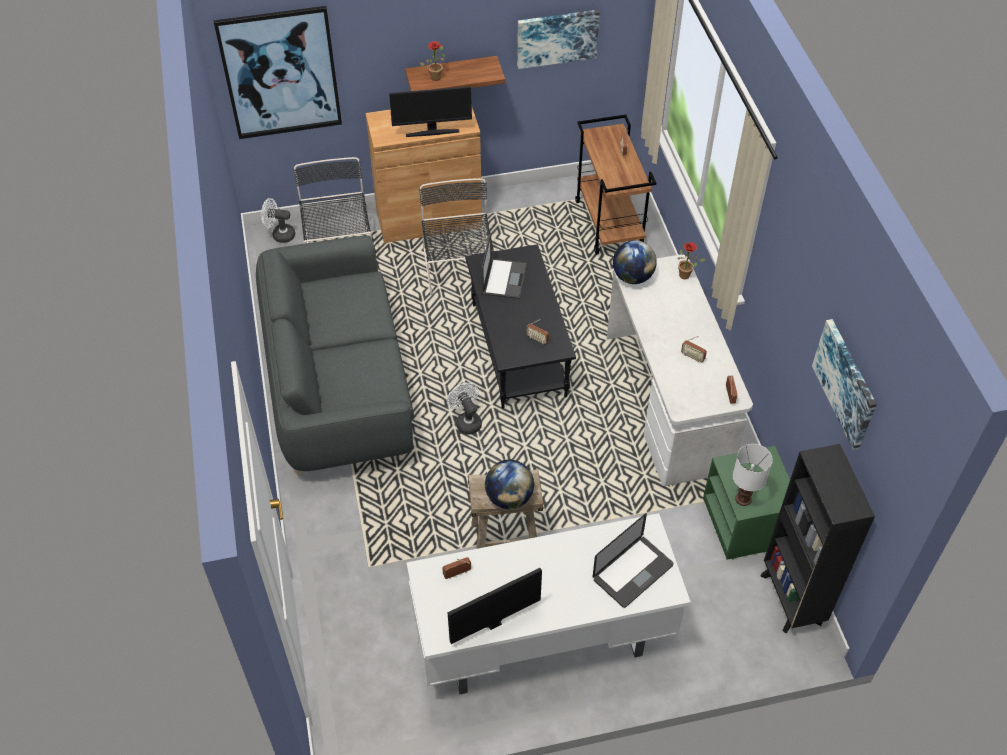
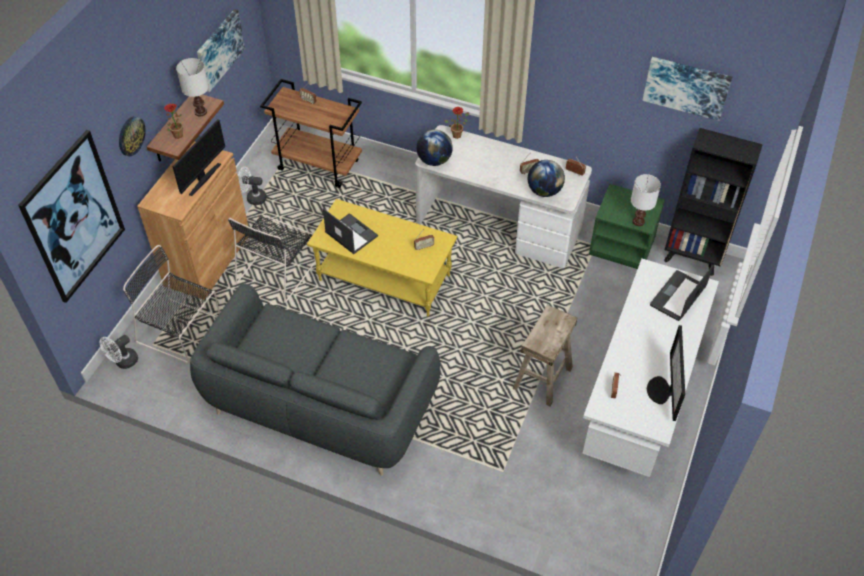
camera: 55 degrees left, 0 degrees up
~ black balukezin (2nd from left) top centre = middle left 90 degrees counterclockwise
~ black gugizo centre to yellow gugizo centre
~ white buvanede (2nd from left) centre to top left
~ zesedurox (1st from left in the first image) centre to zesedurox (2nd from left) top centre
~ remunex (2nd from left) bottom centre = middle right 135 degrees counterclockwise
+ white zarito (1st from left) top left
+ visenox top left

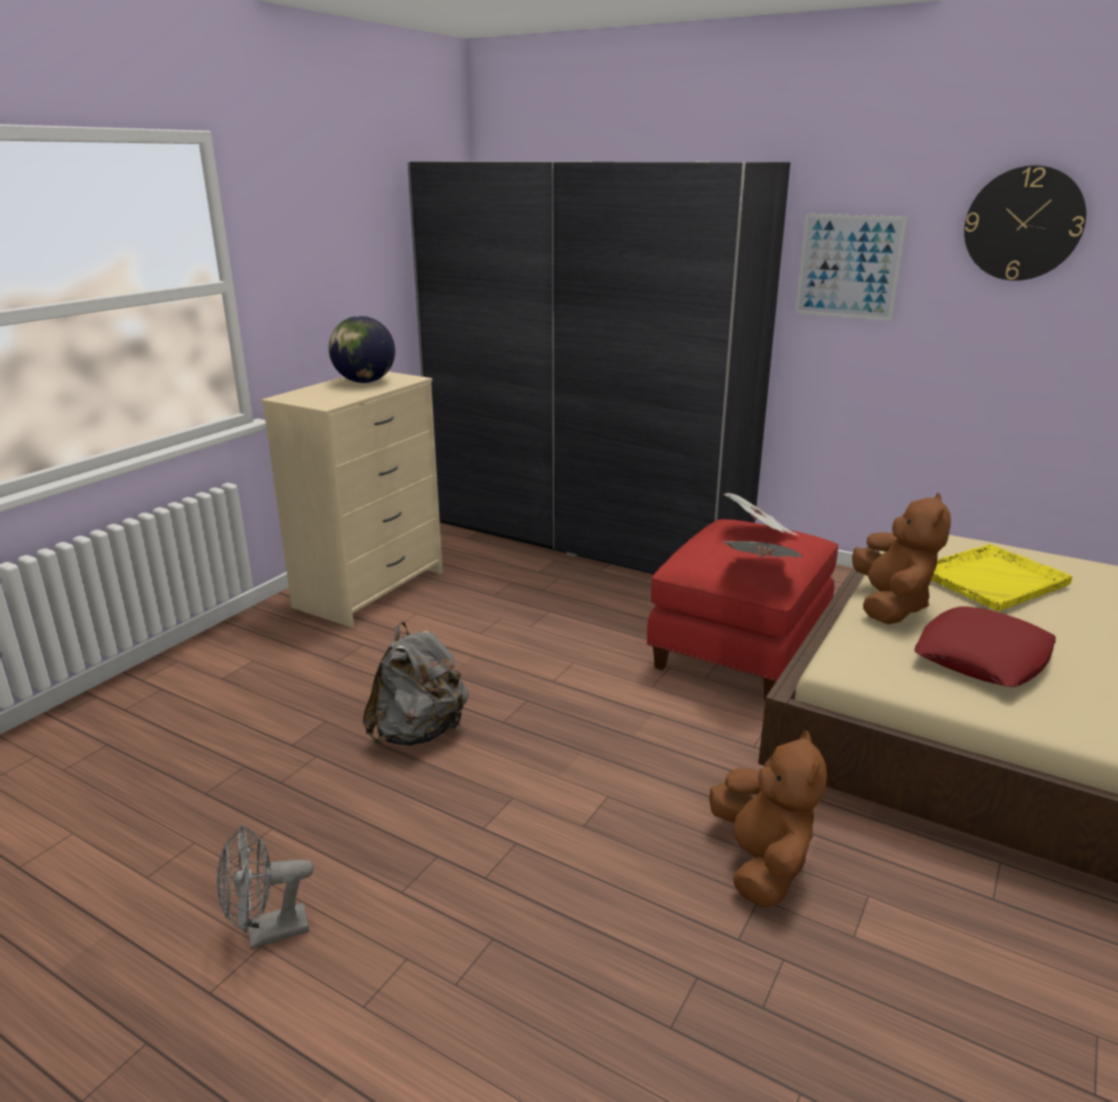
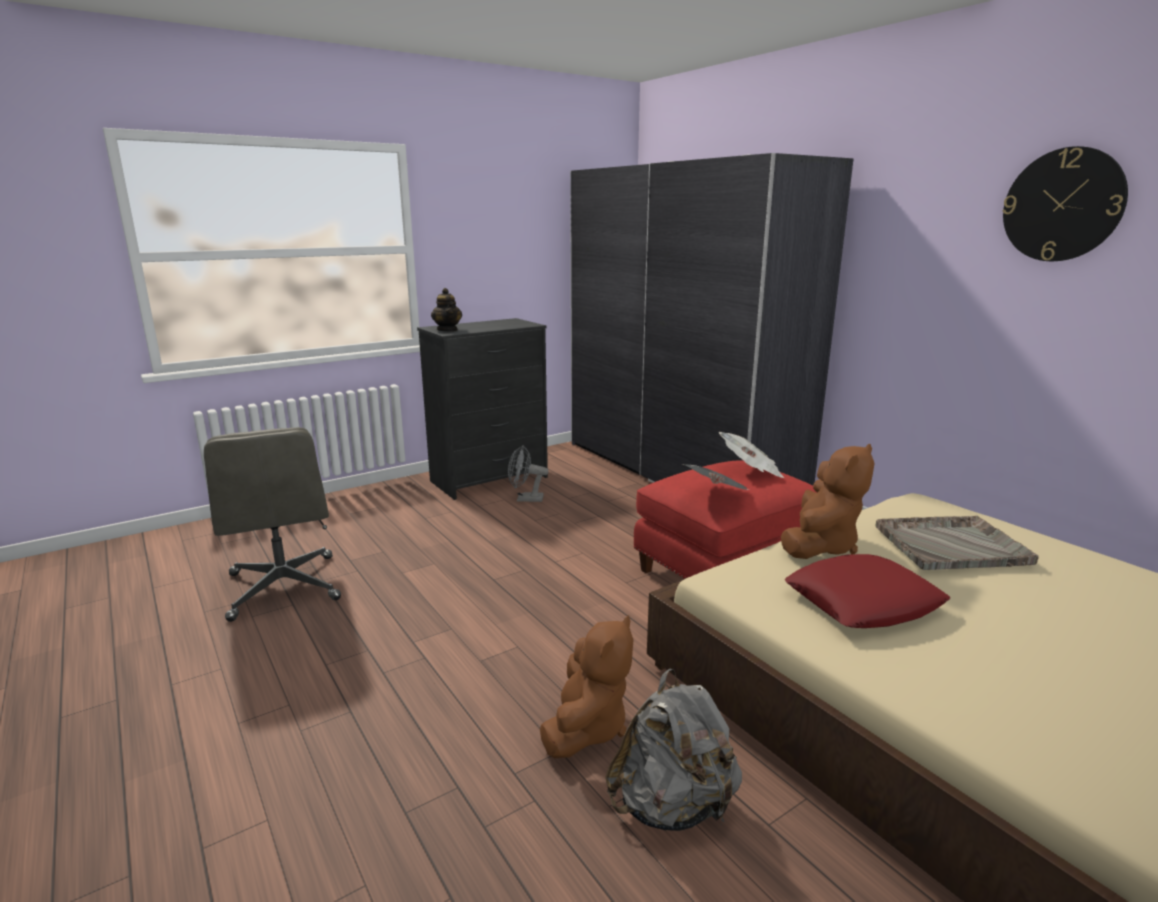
camera: 25 degrees right, 5 degrees down
- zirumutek top right
- zesedurox top left
~ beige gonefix middle left to black gonefix centre
~ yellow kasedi middle right to grey kasedi middle right
~ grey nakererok centre to bottom centre
~ grey buvanede bottom left to centre
+ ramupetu centre
+ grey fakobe middle left

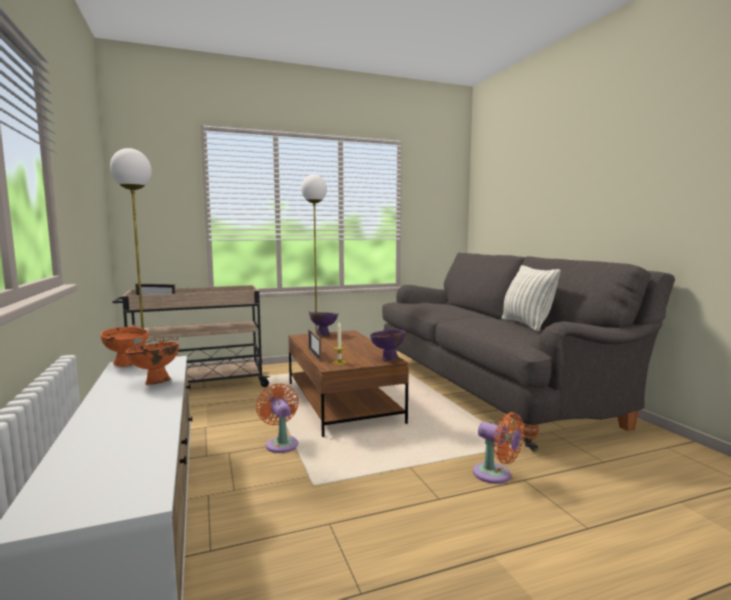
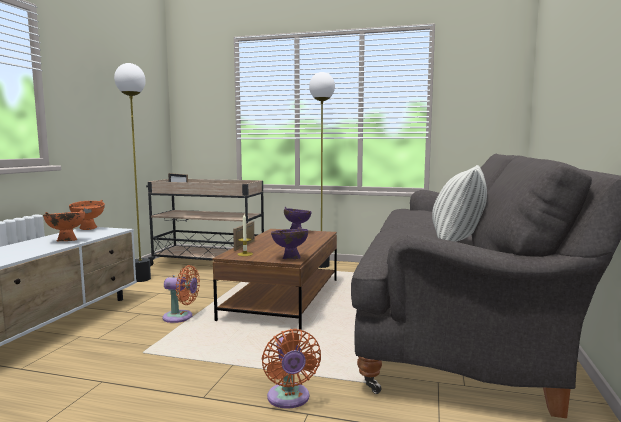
camera: 35 degrees right, 0 degrees up
~ orange buvanede (1st from left) bottom centre = bottom left 90 degrees clockwise

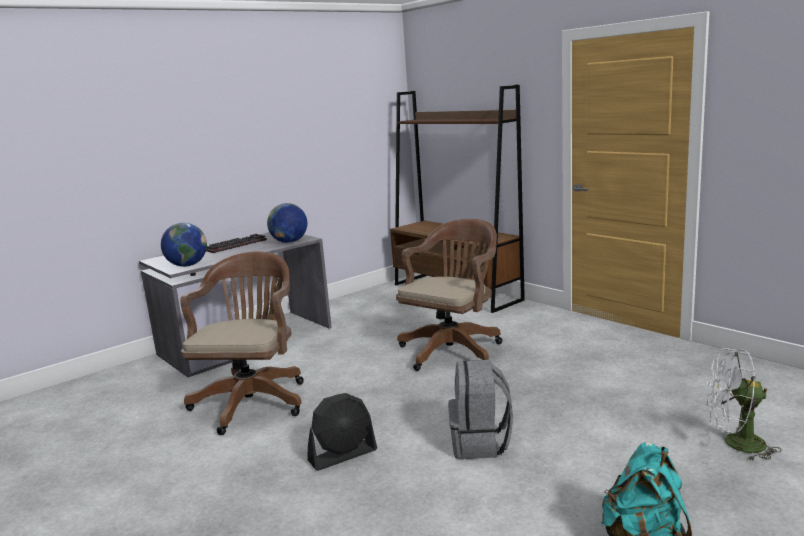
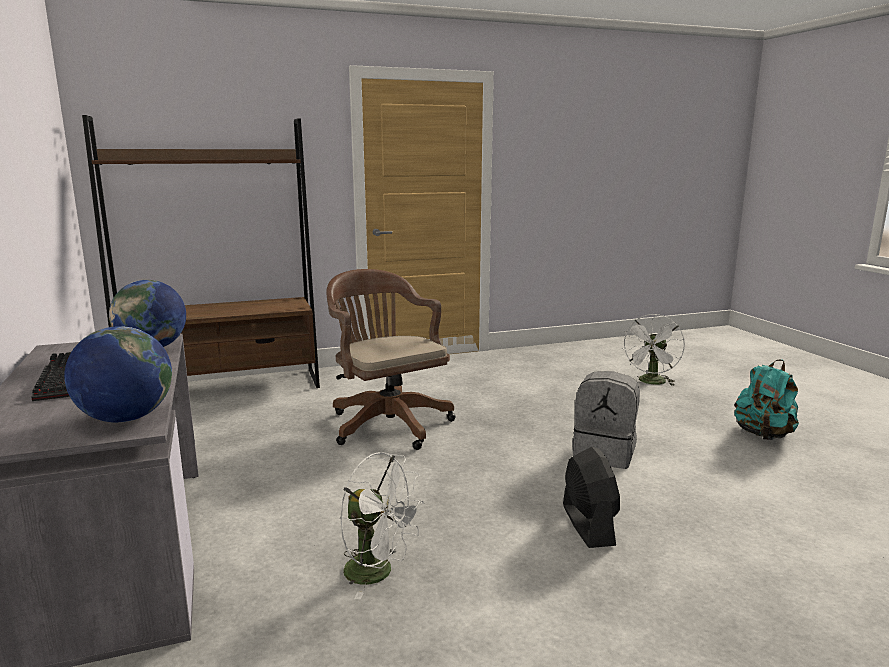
camera: 70 degrees left, 0 degrees up
~ brown fakobe (1st from left) middle left to white buvanede (1st from left) bottom centre

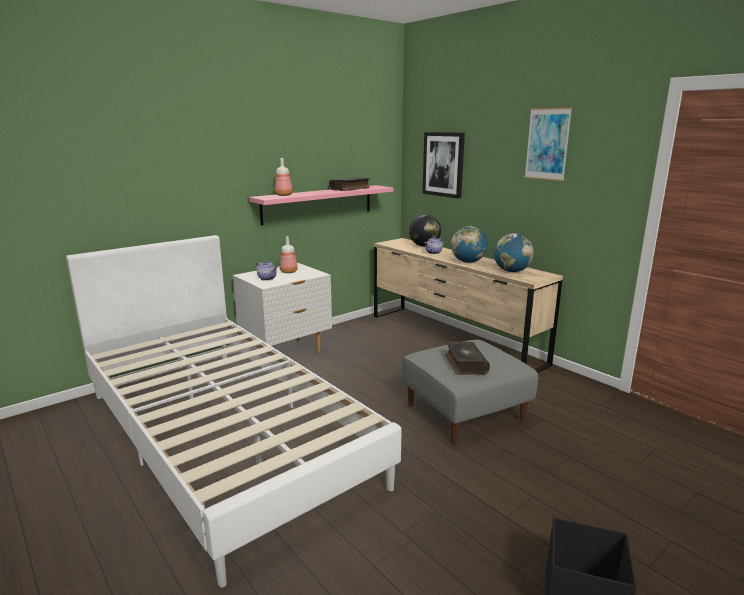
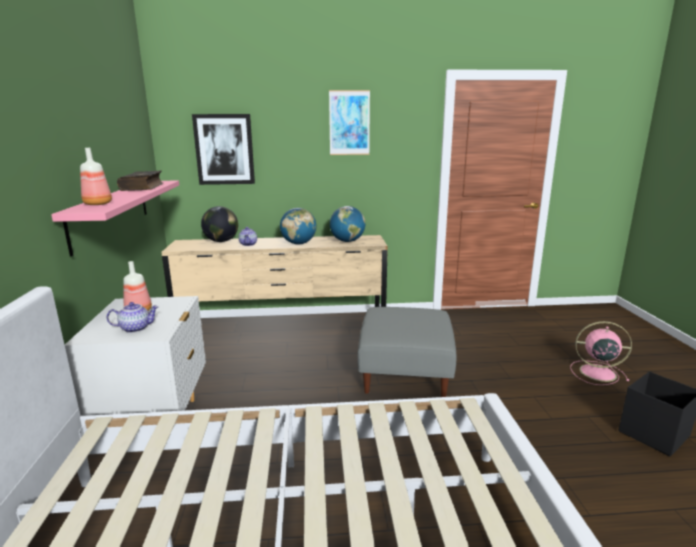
camera: 55 degrees left, 0 degrees up
- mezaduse (2nd from left) centre
+ pink buvanede middle right

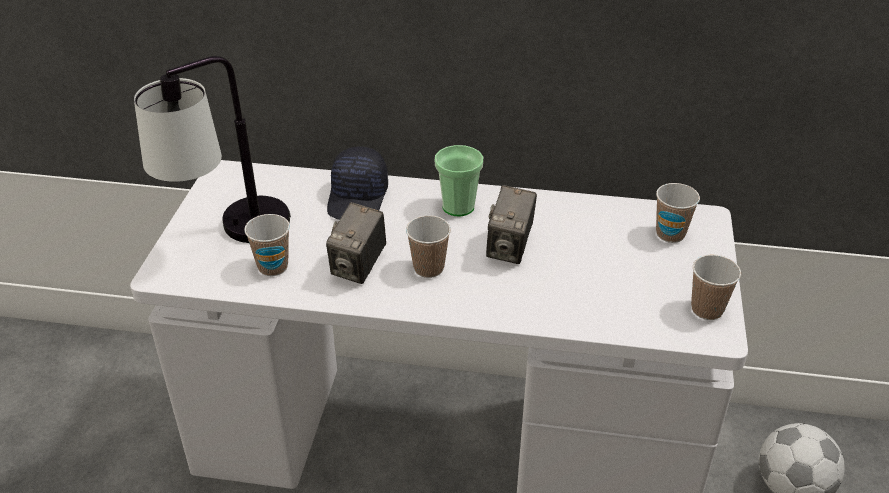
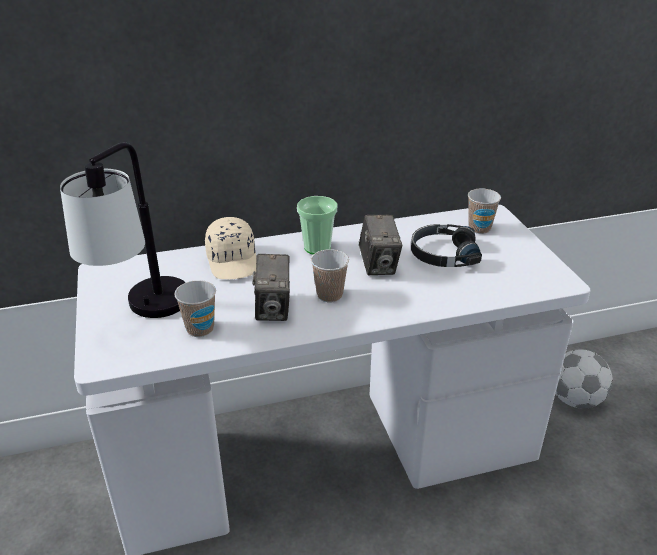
camera: 25 degrees left, 5 degrees down
~ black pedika centre to beige pedika centre
- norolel (5th from left) middle right
+ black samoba middle right

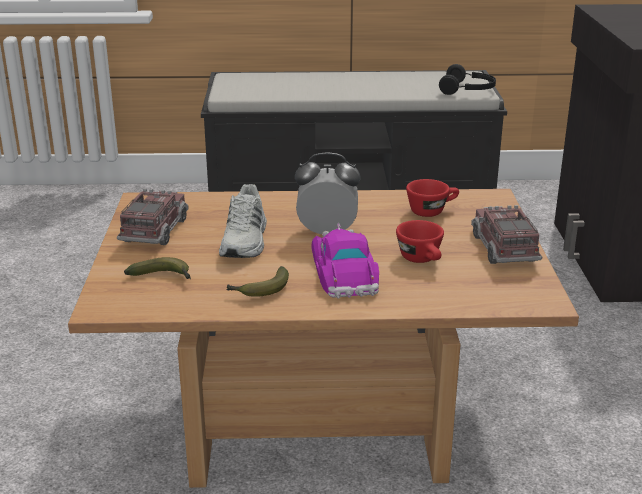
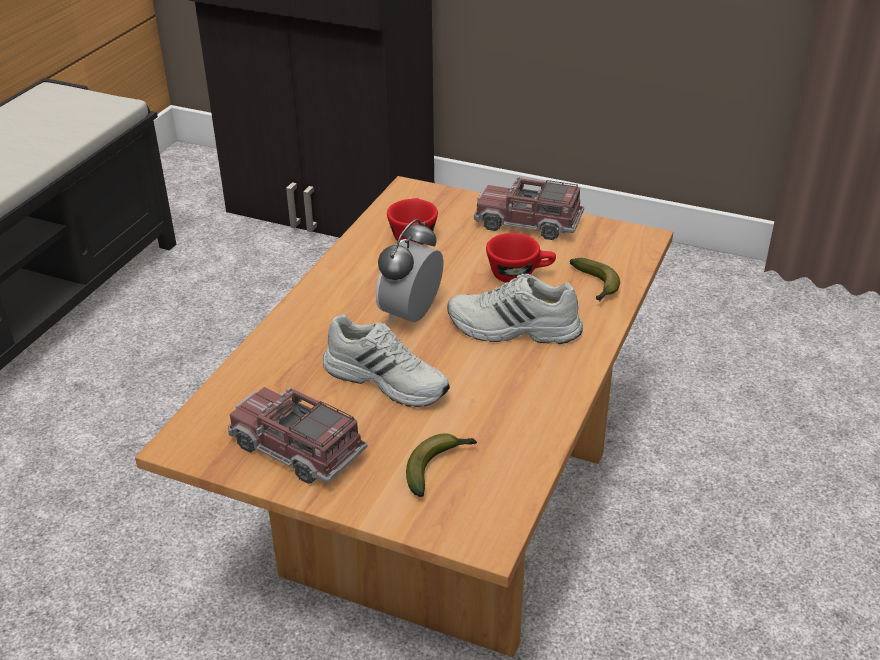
camera: 65 degrees left, 10 degrees up
- black samoba top right
~ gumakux centre to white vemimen (2nd from left) centre
~ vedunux (2nd from left) centre to middle right

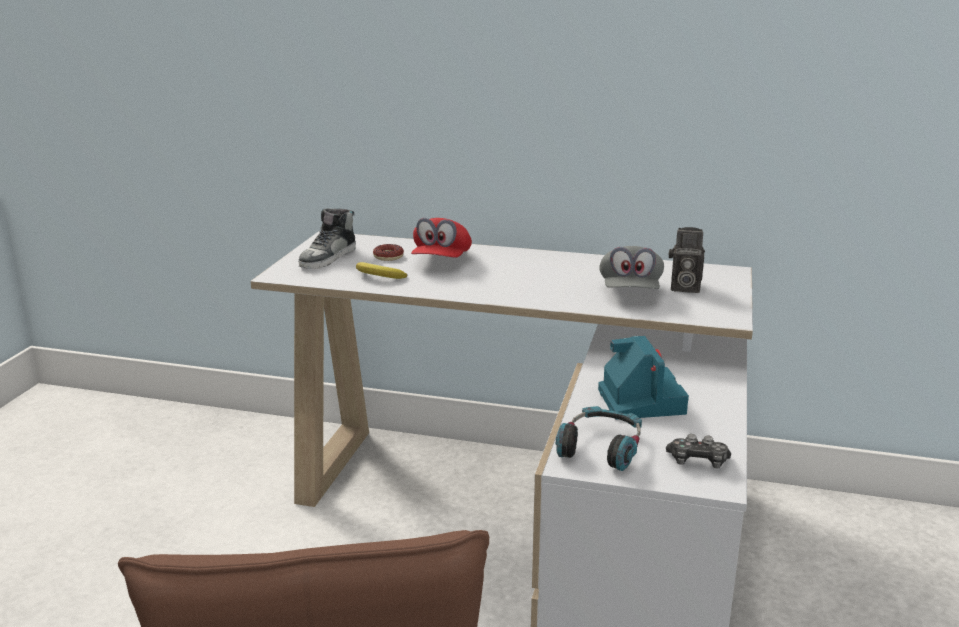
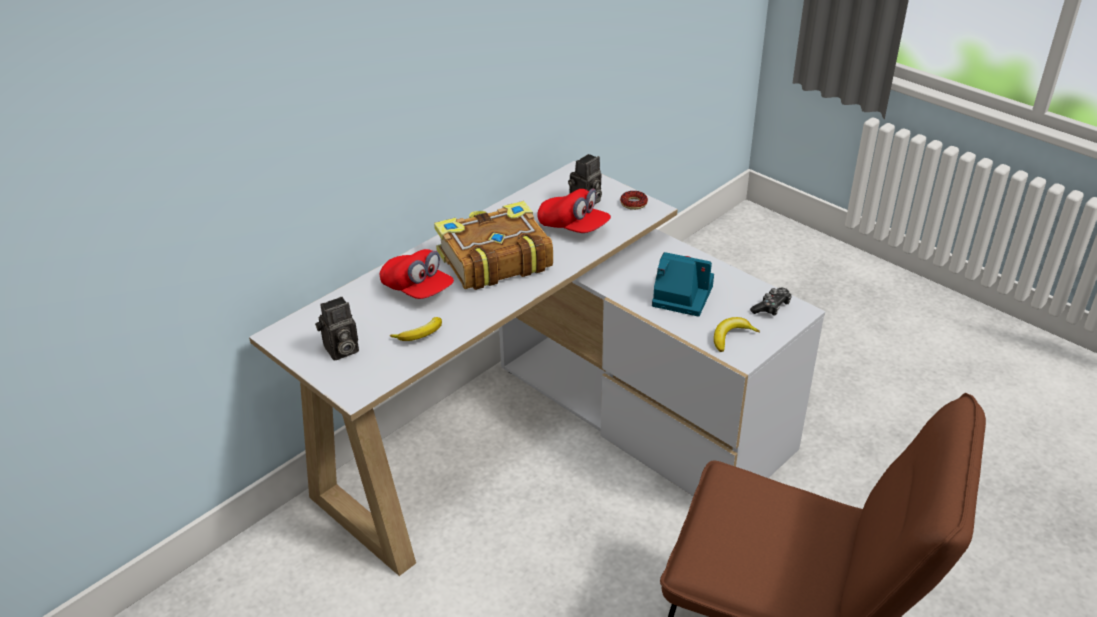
camera: 60 degrees left, 15 degrees up
~ vemimen centre to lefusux (1st from left) middle left
~ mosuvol centre to top centre
~ grey pedika centre to red pedika (2nd from left) centre
~ samoba bottom centre to vedunux (2nd from left) middle right
+ mezaduse centre

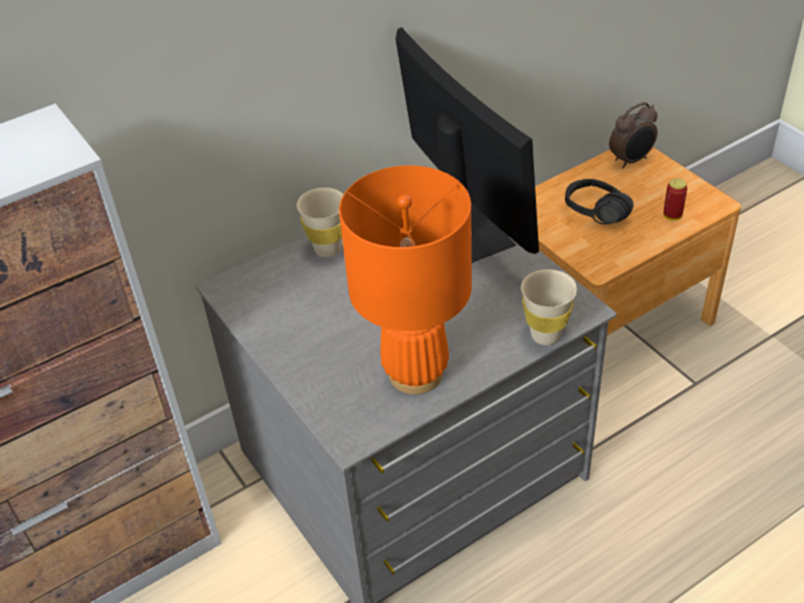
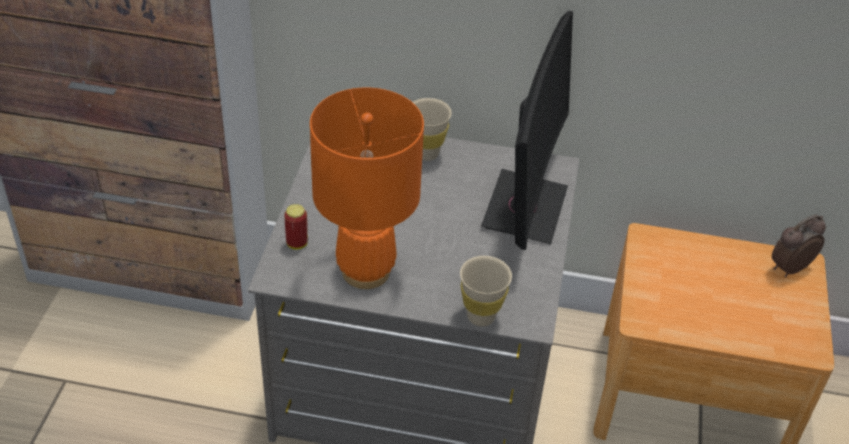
camera: 40 degrees right, 0 degrees up
~ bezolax top right = middle right 135 degrees clockwise
~ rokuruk top right to centre
- black samoba middle right

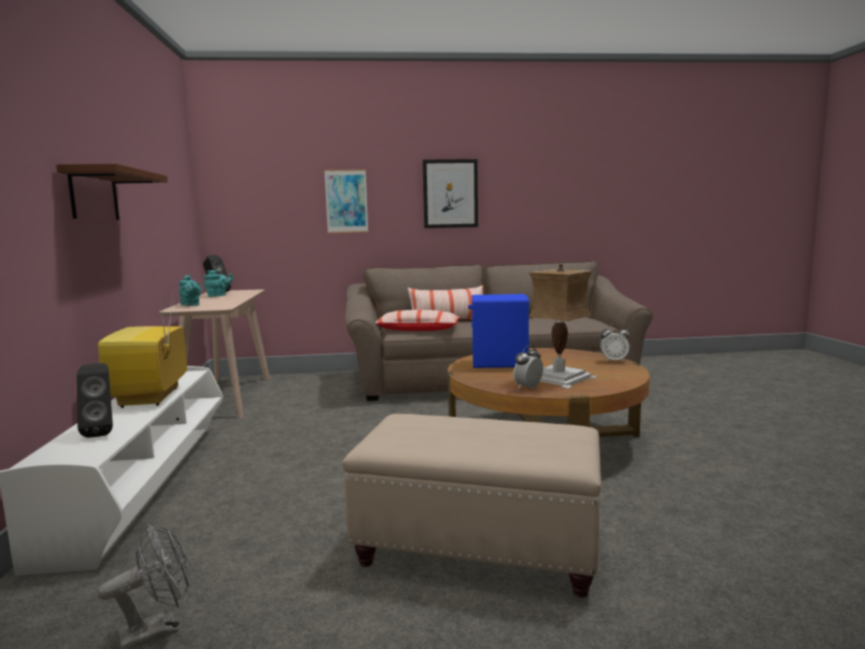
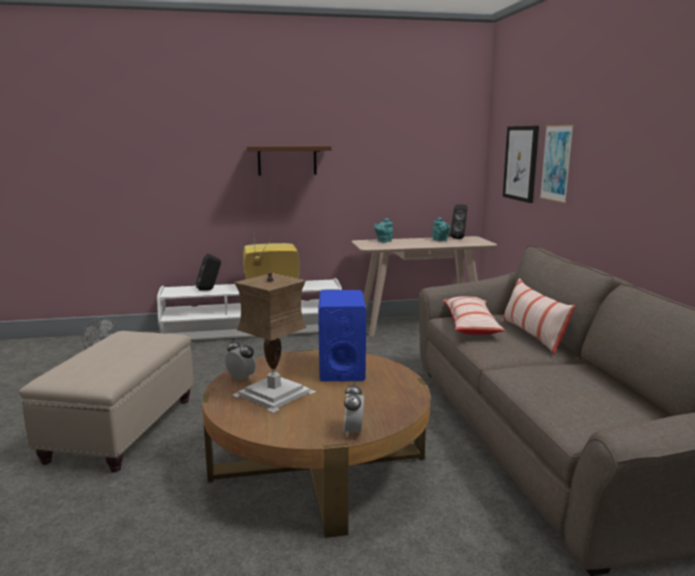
camera: 85 degrees right, 5 degrees up
~ zirumutek (2nd from left in the first image) top centre to zirumutek (1st from left) top right

